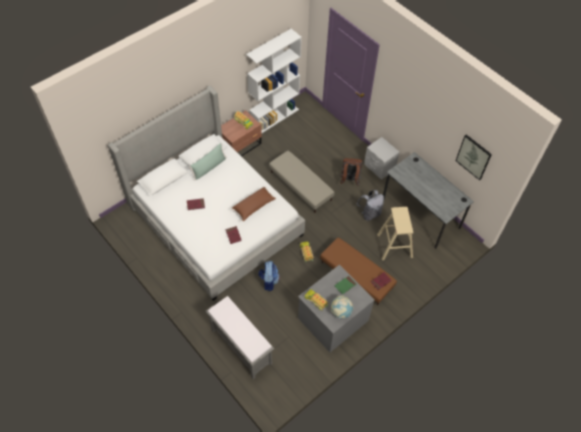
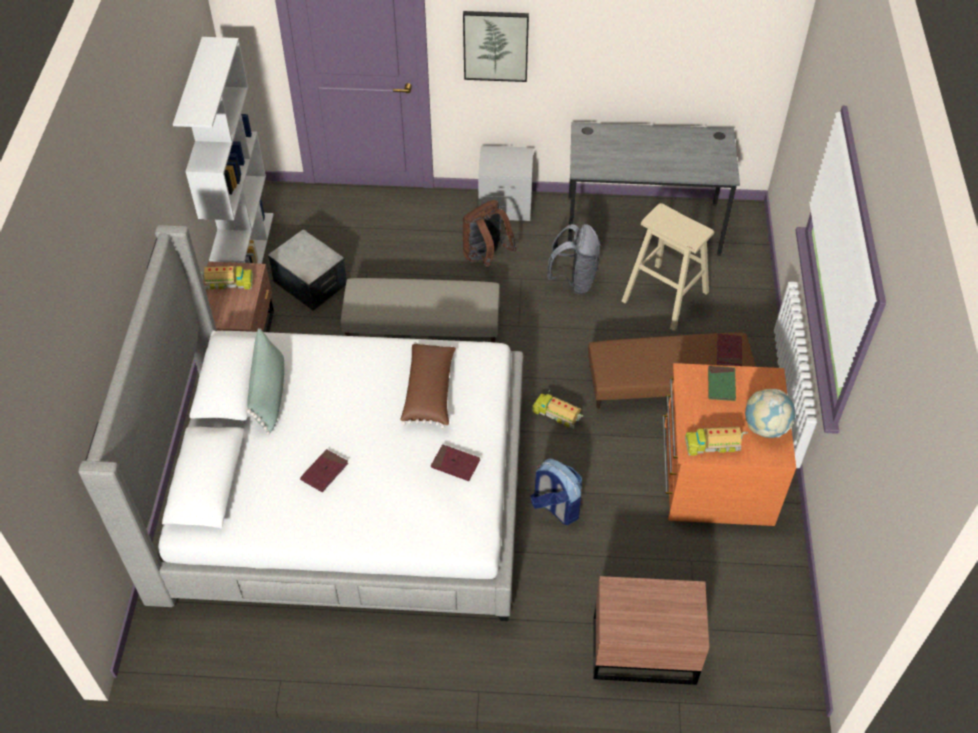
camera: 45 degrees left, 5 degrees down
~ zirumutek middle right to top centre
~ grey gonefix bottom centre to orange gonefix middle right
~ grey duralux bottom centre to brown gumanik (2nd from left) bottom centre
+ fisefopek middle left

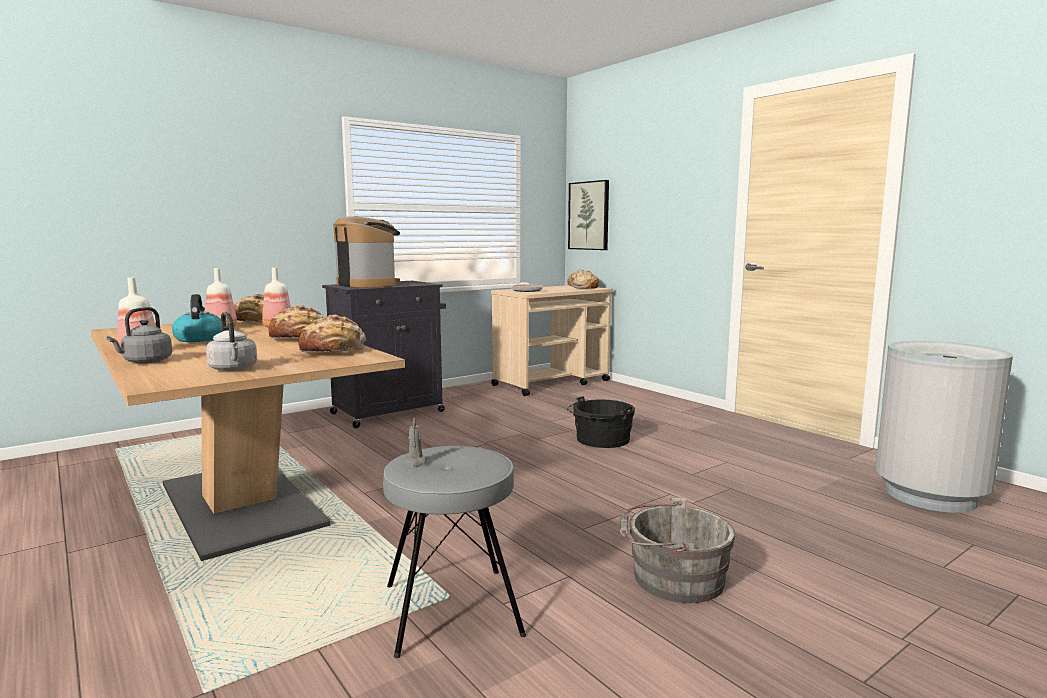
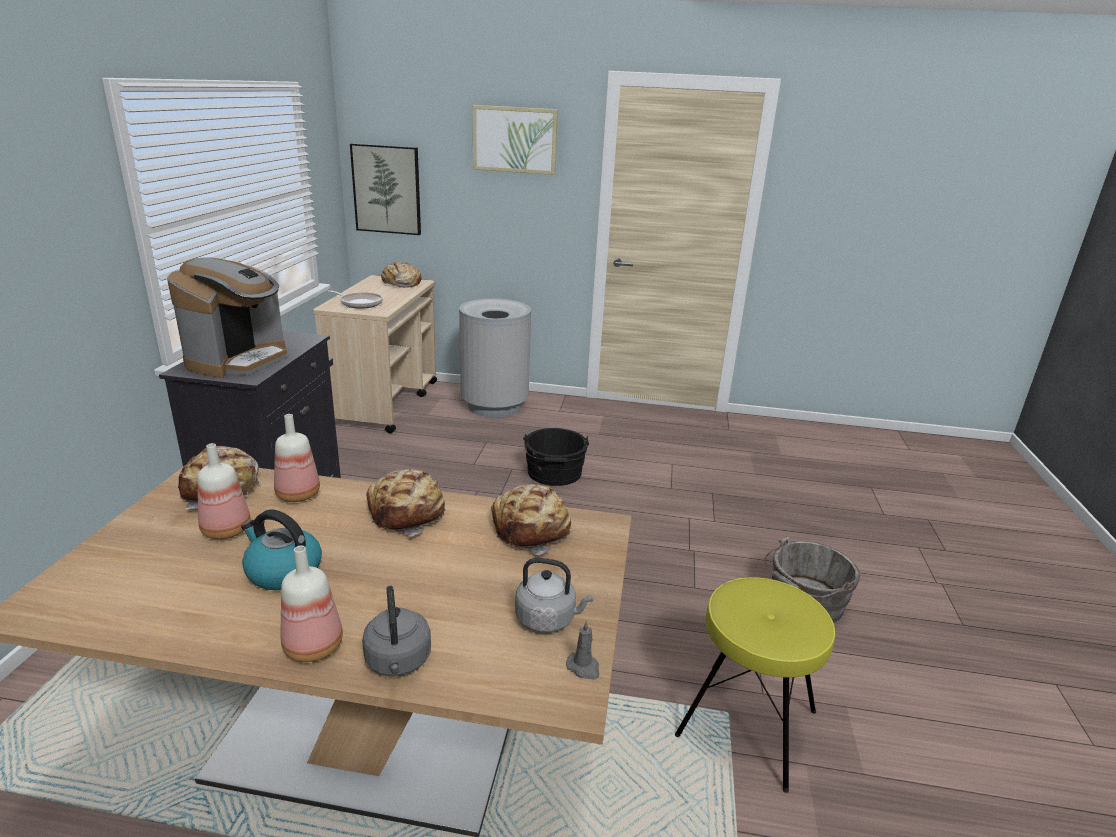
camera: 45 degrees left, 15 degrees up
~ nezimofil centre = middle left 105 degrees clockwise
~ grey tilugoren middle right to centre
~ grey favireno centre to bottom centre
~ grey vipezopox bottom centre to yellow vipezopox bottom right
+ zirumutek (2nd from left) top centre

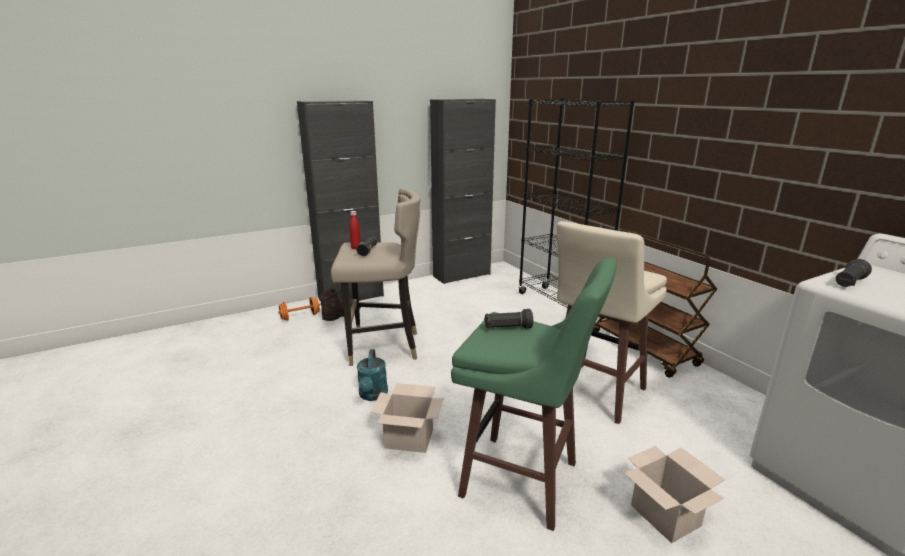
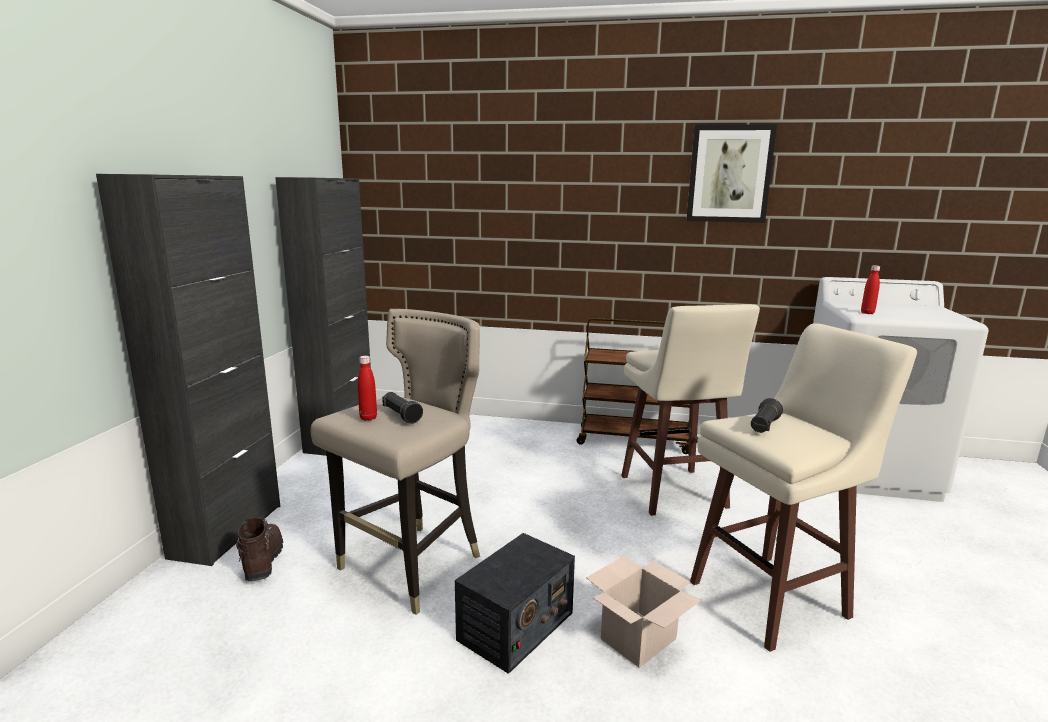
camera: 50 degrees left, 5 degrees down
- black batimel centre
~ green vipezopox bottom centre to beige vipezopox (3rd from left) bottom right
~ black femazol (3rd from left) middle right to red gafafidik (2nd from left) middle right
- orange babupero middle left
~ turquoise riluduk bottom centre to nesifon bottom centre
- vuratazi (2nd from left) bottom right
+ zirumutek top right

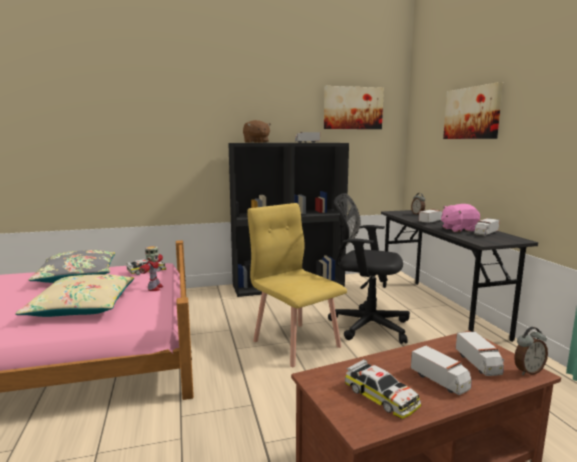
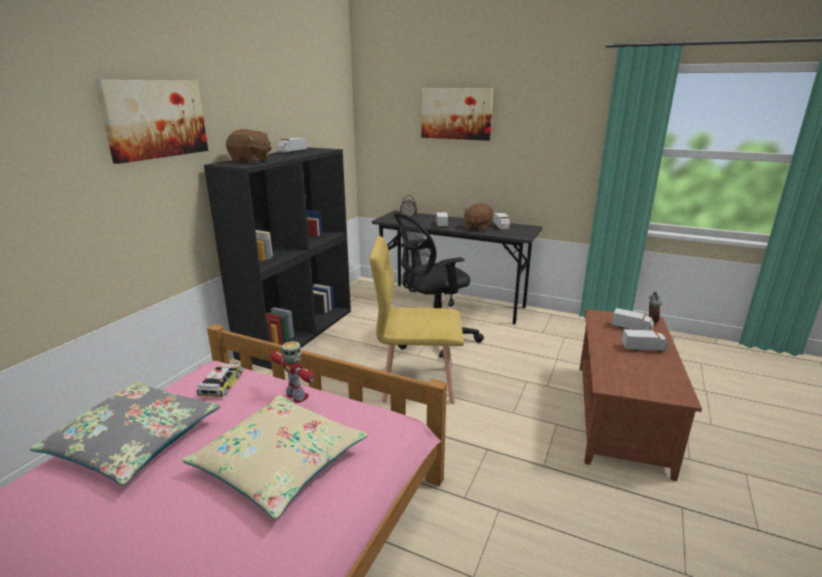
camera: 50 degrees left, 10 degrees up
~ zirumutek (1st from left) top centre to top left
~ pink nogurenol middle right to brown nogurenol (2nd from left) centre
- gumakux (2nd from left) bottom centre

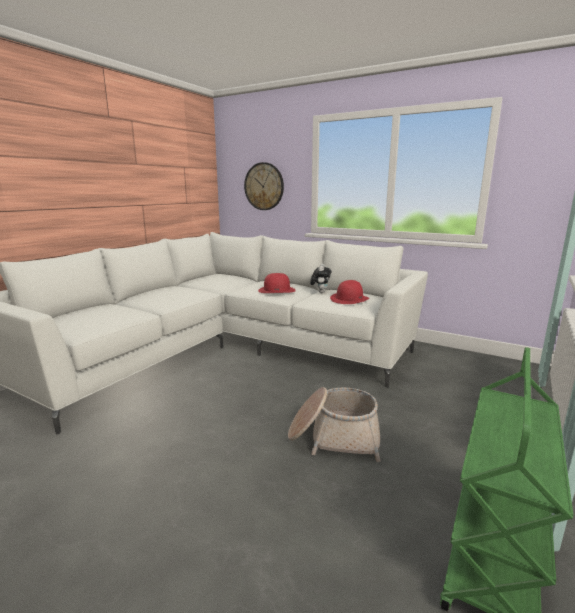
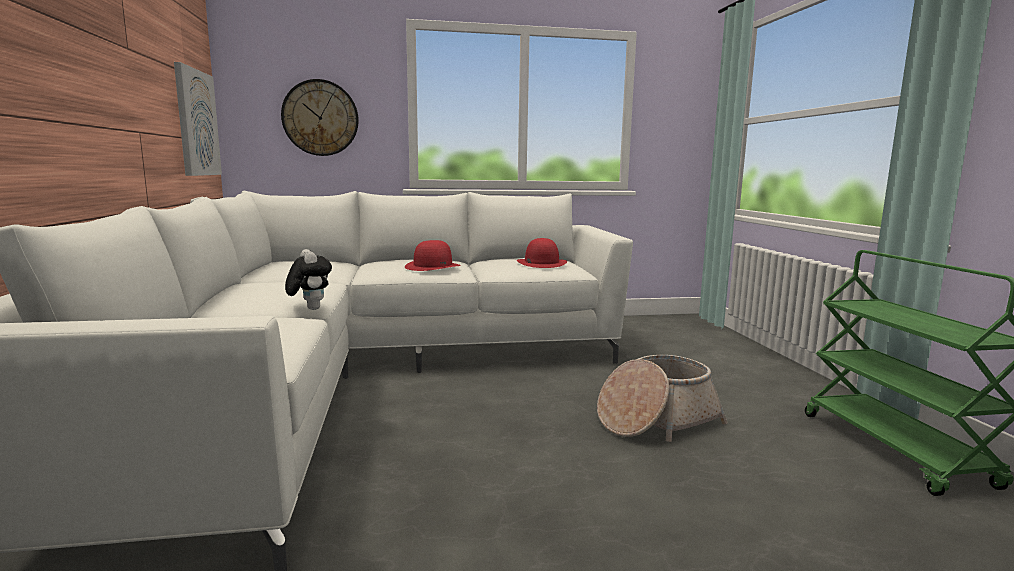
camera: 40 degrees left, 5 degrees down
~ nogurenol centre to middle left
+ zirumutek top left

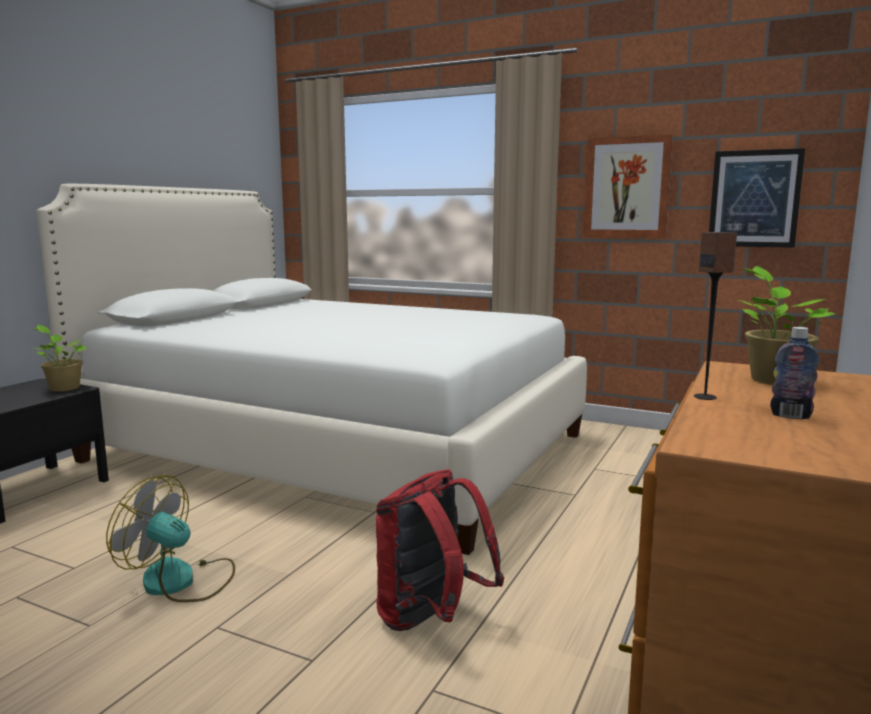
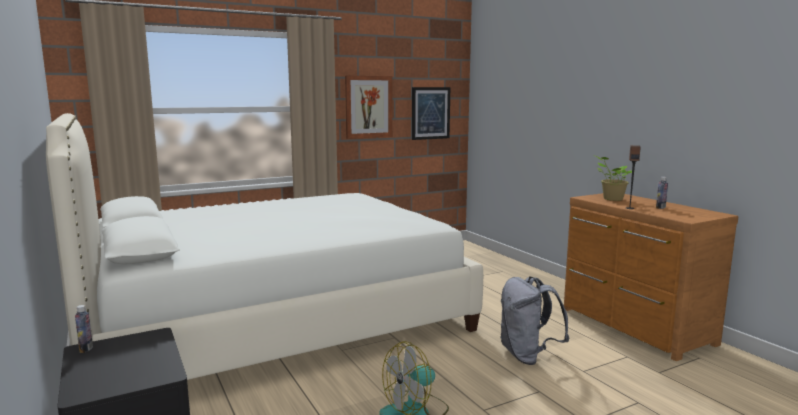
camera: 55 degrees left, 0 degrees up
- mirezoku (1st from left) middle left
~ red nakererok bottom centre to grey nakererok bottom right
+ gafafidik (1st from left) bottom left

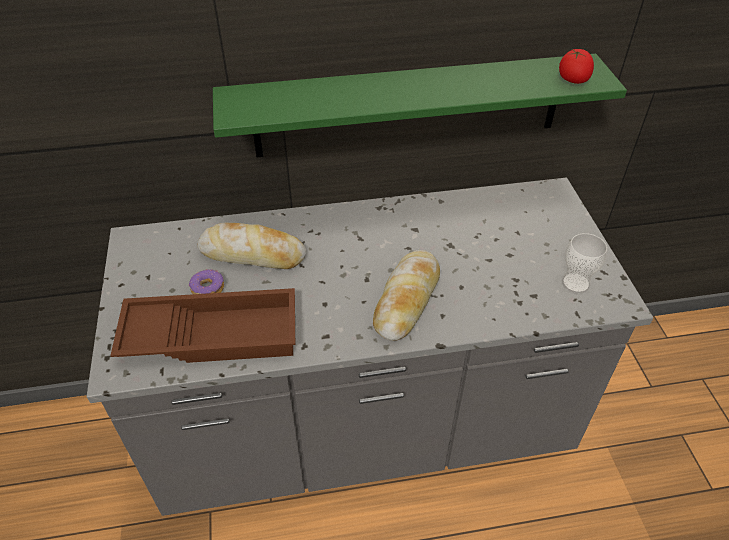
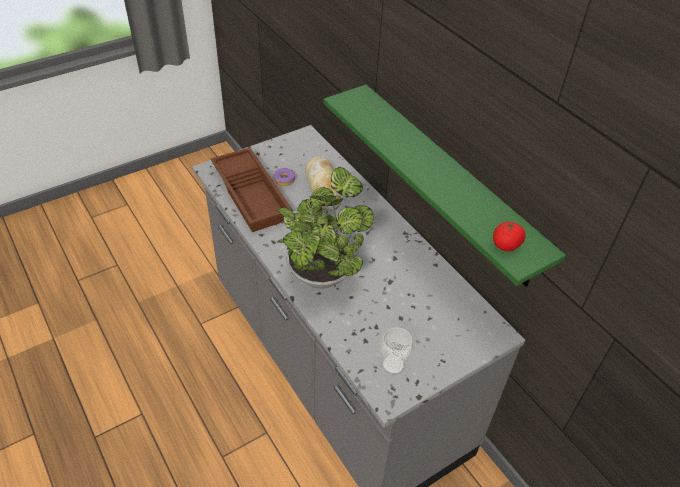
camera: 65 degrees right, 0 degrees up
~ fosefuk (2nd from left) centre to mirezoku centre

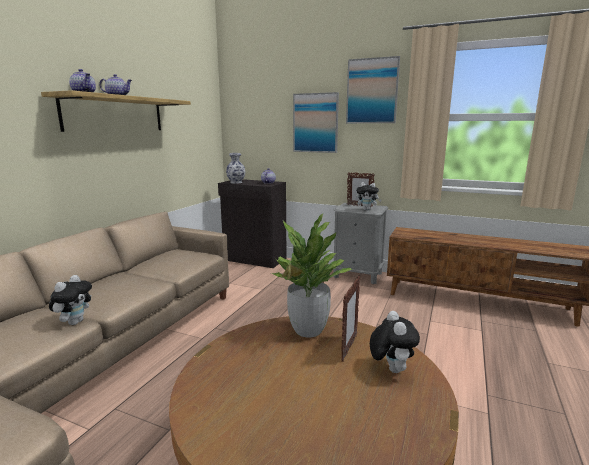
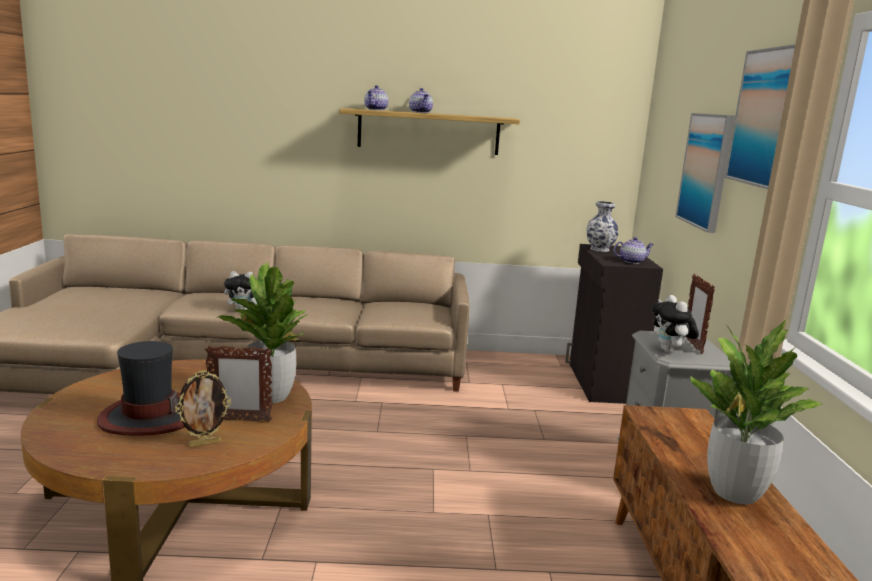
camera: 65 degrees right, 0 degrees up
~ nogurenol (3rd from left) bottom right to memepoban (1st from left) bottom left
+ mirezoku (2nd from left) bottom right
+ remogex bottom left

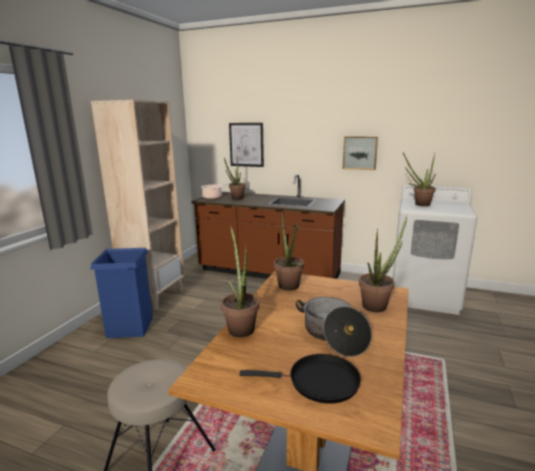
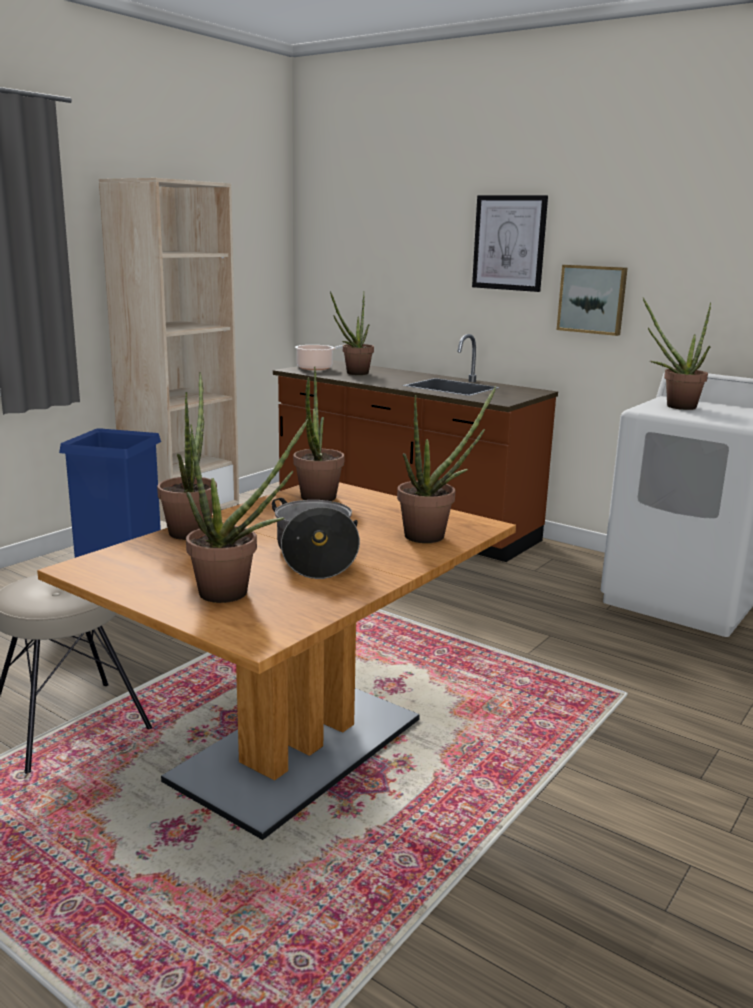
camera: 15 degrees right, 0 degrees up
~ zirumutek (1st from left) top centre to top right
~ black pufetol bottom centre to mirezoku (2nd from left) middle left

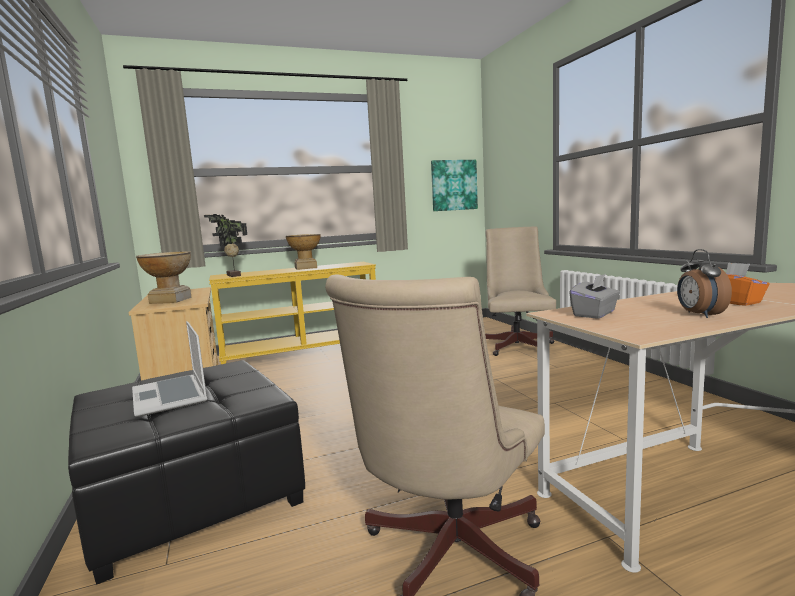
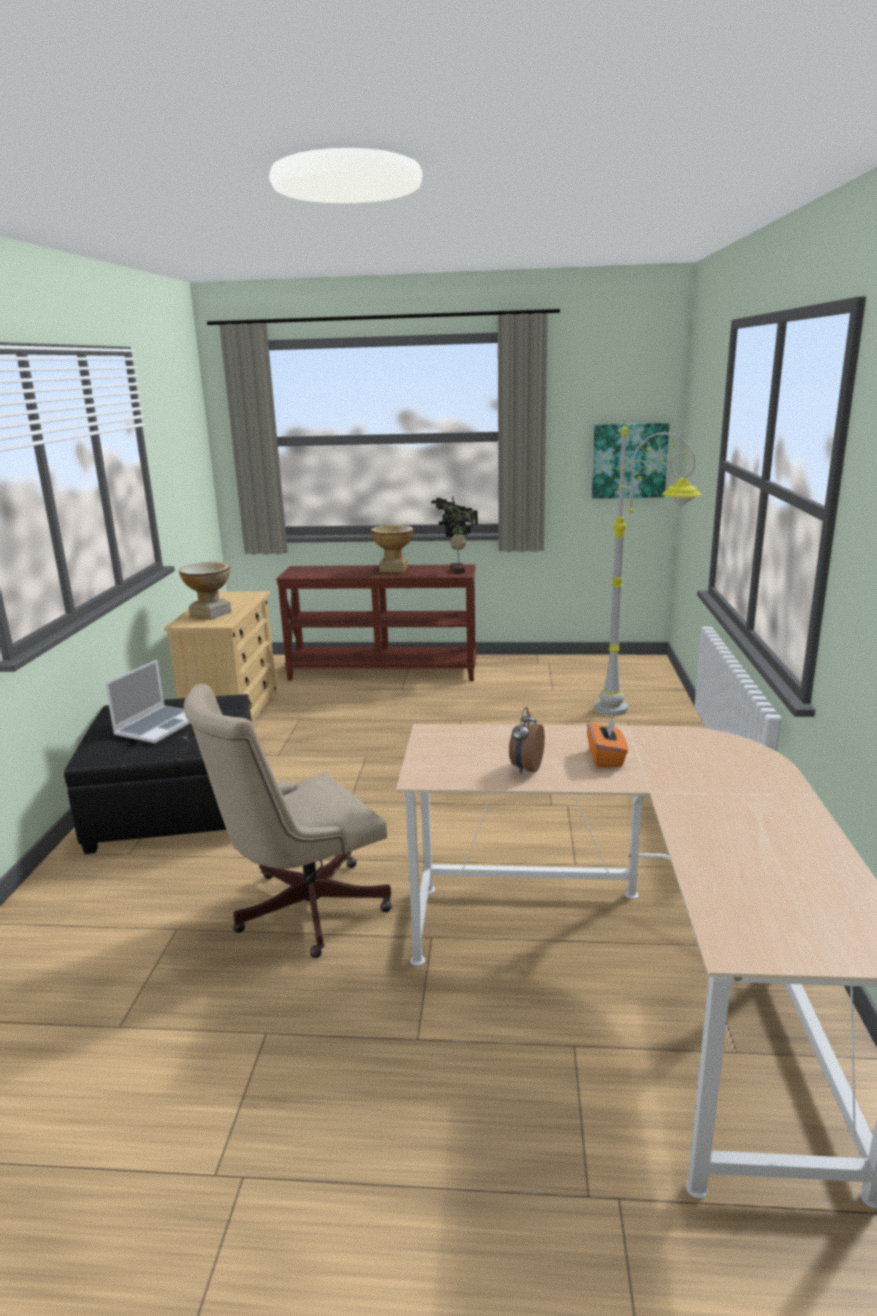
camera: 25 degrees right, 10 degrees up
~ mirezoku middle left to centre
~ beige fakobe (2nd from left) centre to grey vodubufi middle right
~ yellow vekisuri centre to brown vekisuri centre
- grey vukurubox middle right
~ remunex middle left = middle left 150 degrees counterclockwise

